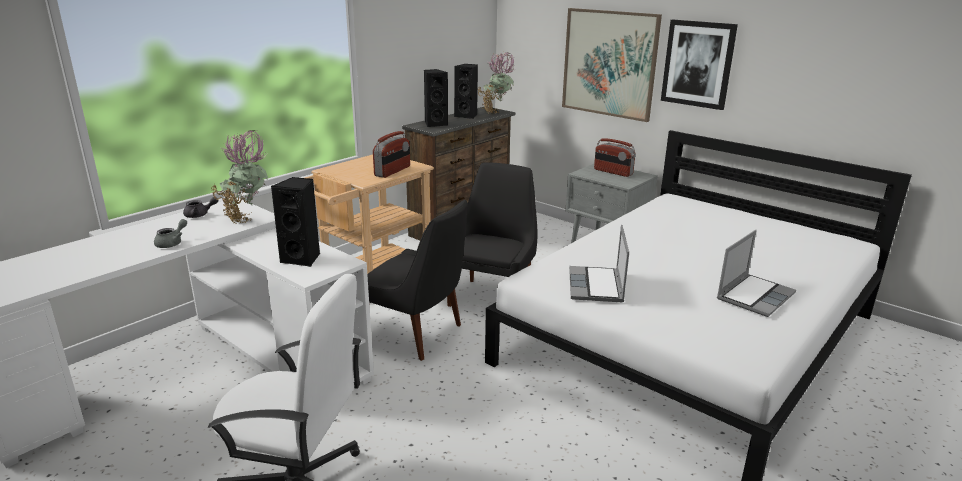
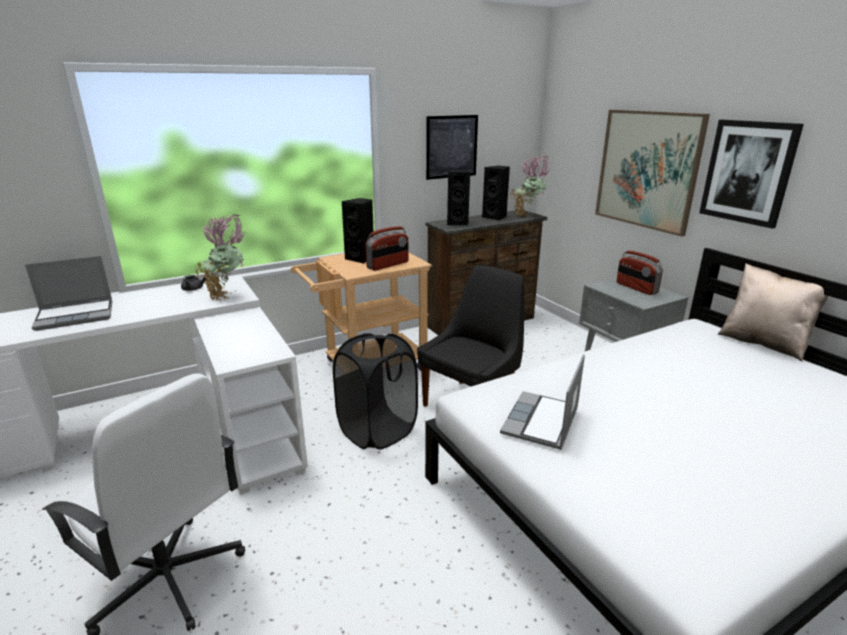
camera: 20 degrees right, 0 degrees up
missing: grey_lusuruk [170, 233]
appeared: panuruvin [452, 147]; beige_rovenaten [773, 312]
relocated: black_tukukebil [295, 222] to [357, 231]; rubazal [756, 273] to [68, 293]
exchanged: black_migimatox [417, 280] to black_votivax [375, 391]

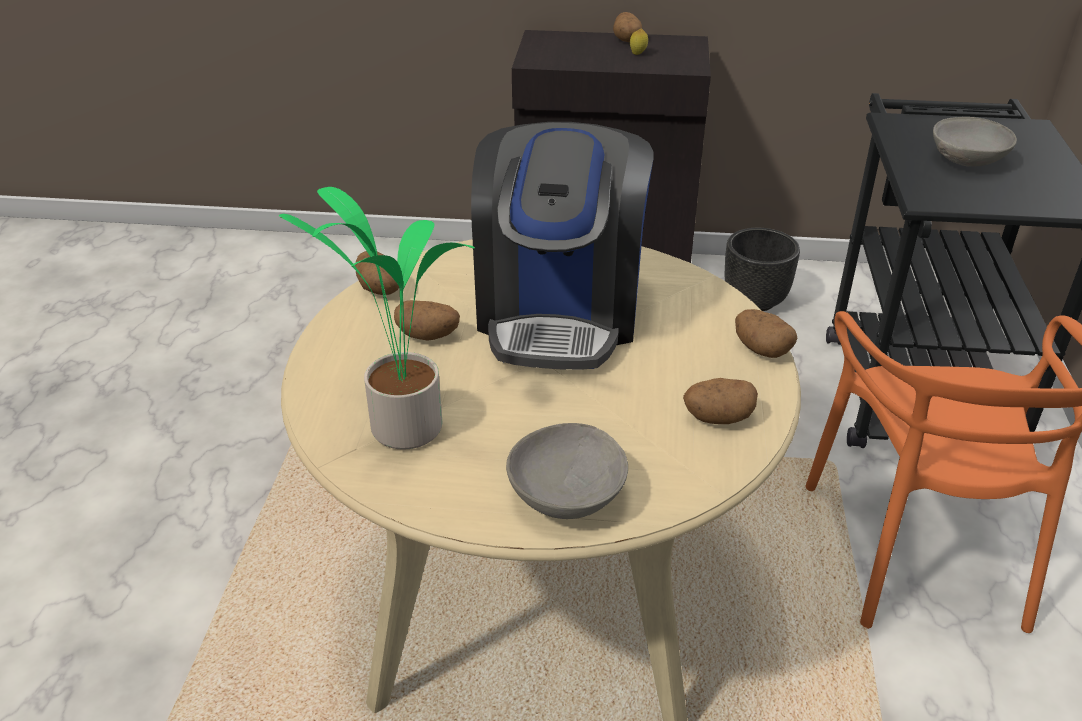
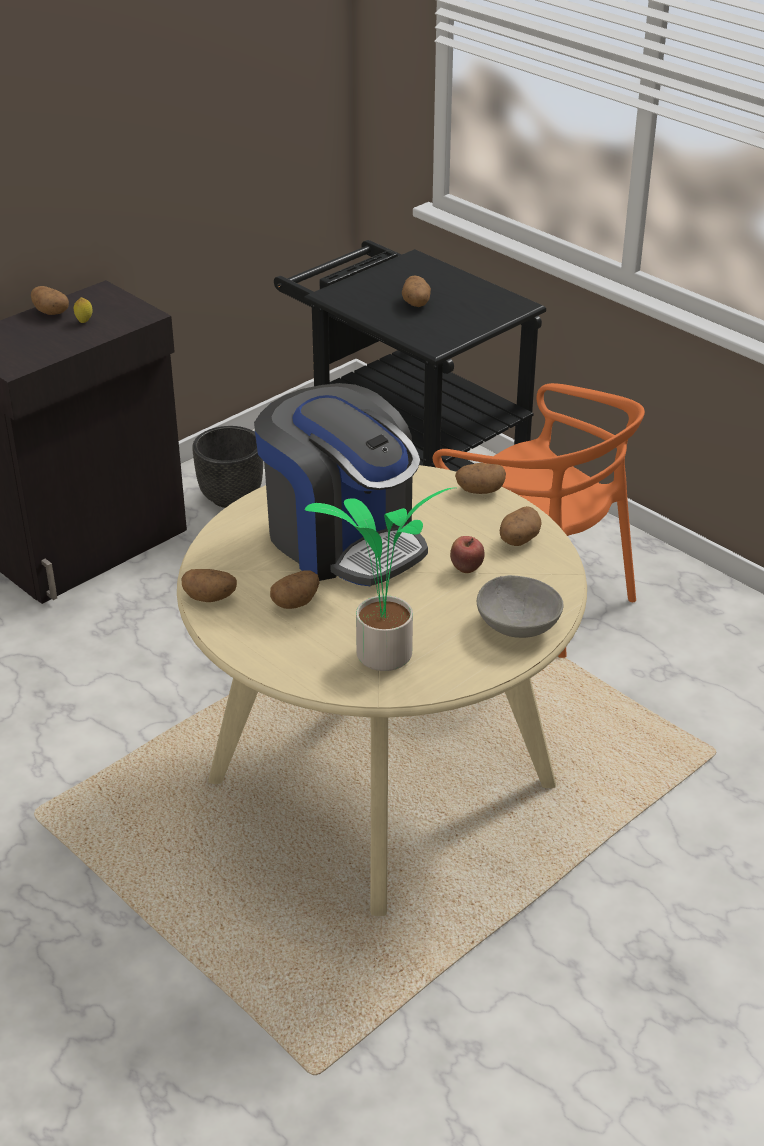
camera: 50 degrees left, 0 degrees up
appeared: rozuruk [467, 554]
exchanged: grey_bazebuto [975, 142] to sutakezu [416, 291]

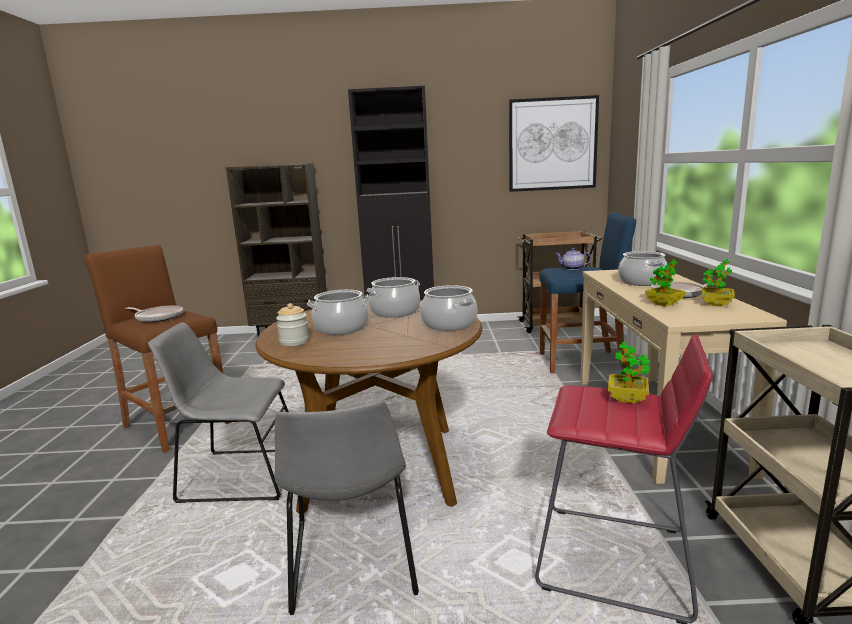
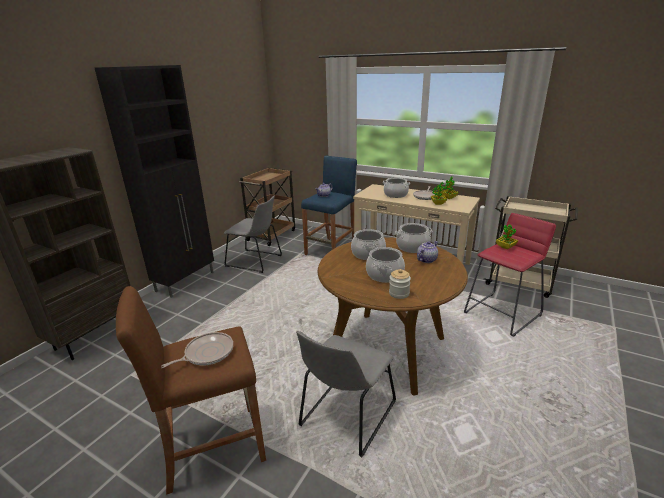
camera: 60 degrees left, 10 degrees up
missing: panuruvin [554, 143]
appeared: lusuruk [427, 252]
relocated: grey_migimatox [346, 508] to [253, 234]

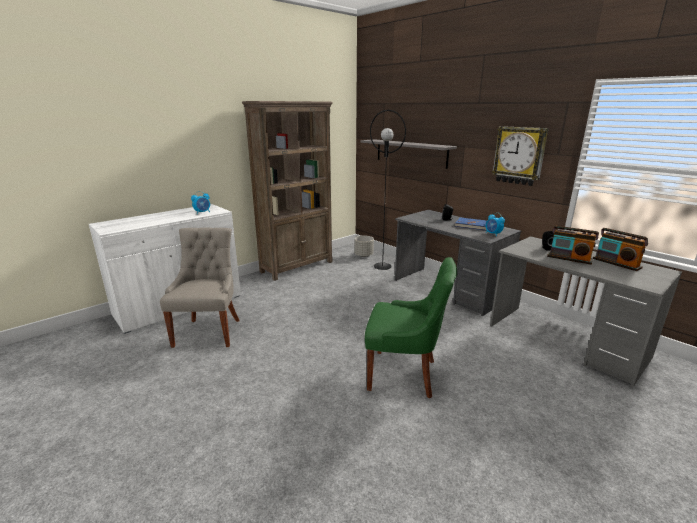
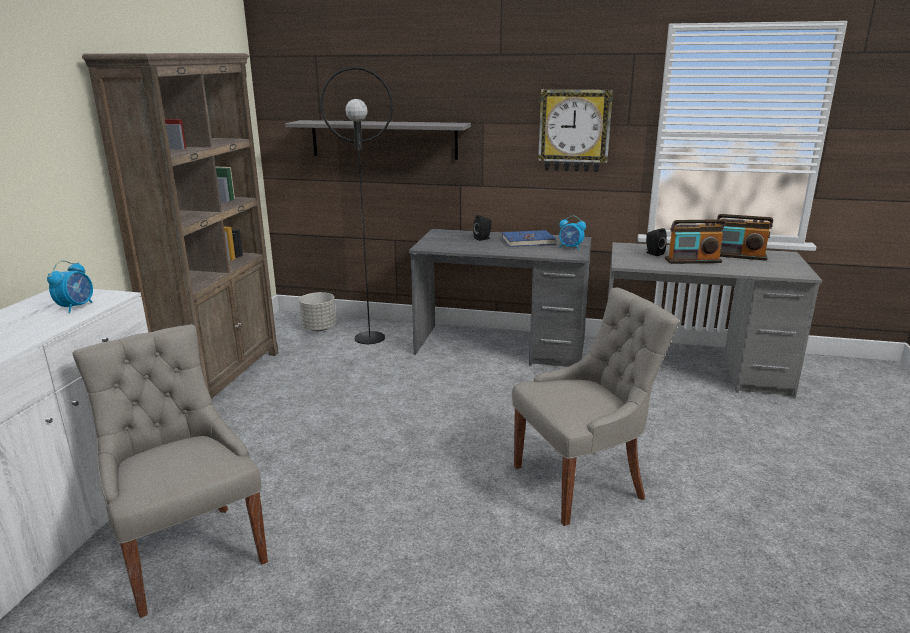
camera: 35 degrees left, 0 degrees up
colour: green_migimatox [411, 327] to grey_migimatox [595, 406]

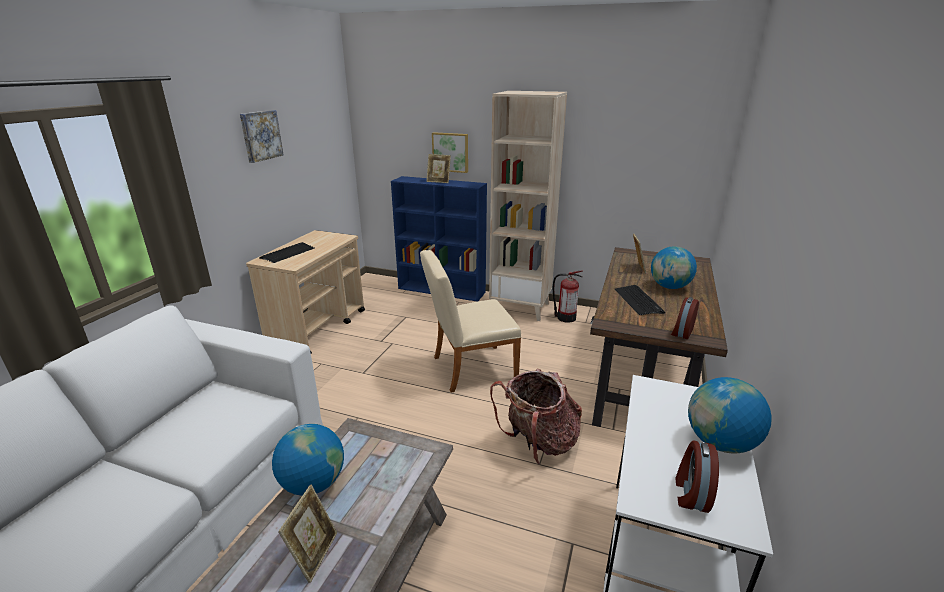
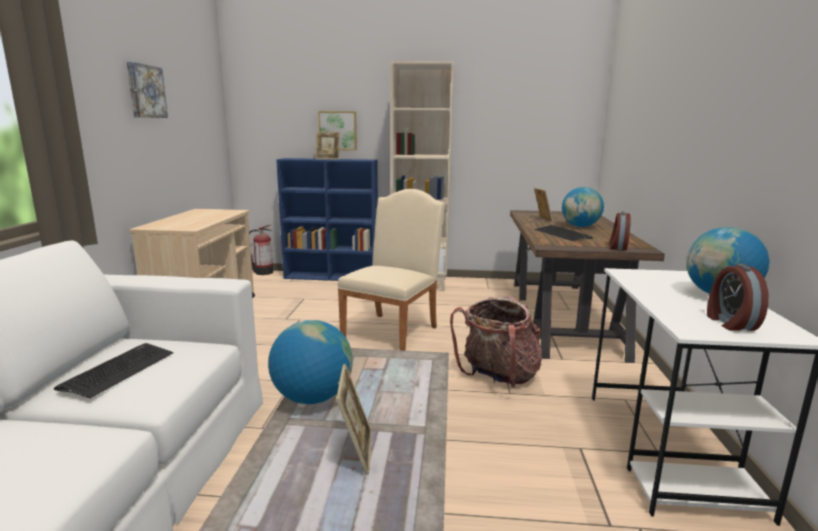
camera: 15 degrees left, 10 degrees down
relocated: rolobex [287, 252] to [113, 370]; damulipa [568, 296] to [261, 250]
spun: beige_migimatox [470, 321] = [391, 270] 150 degrees clockwise

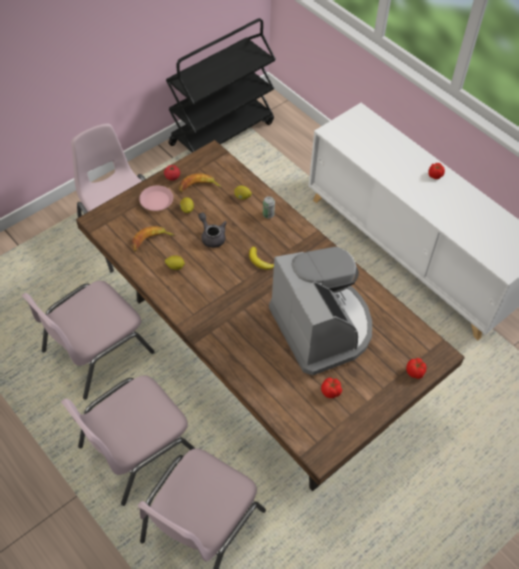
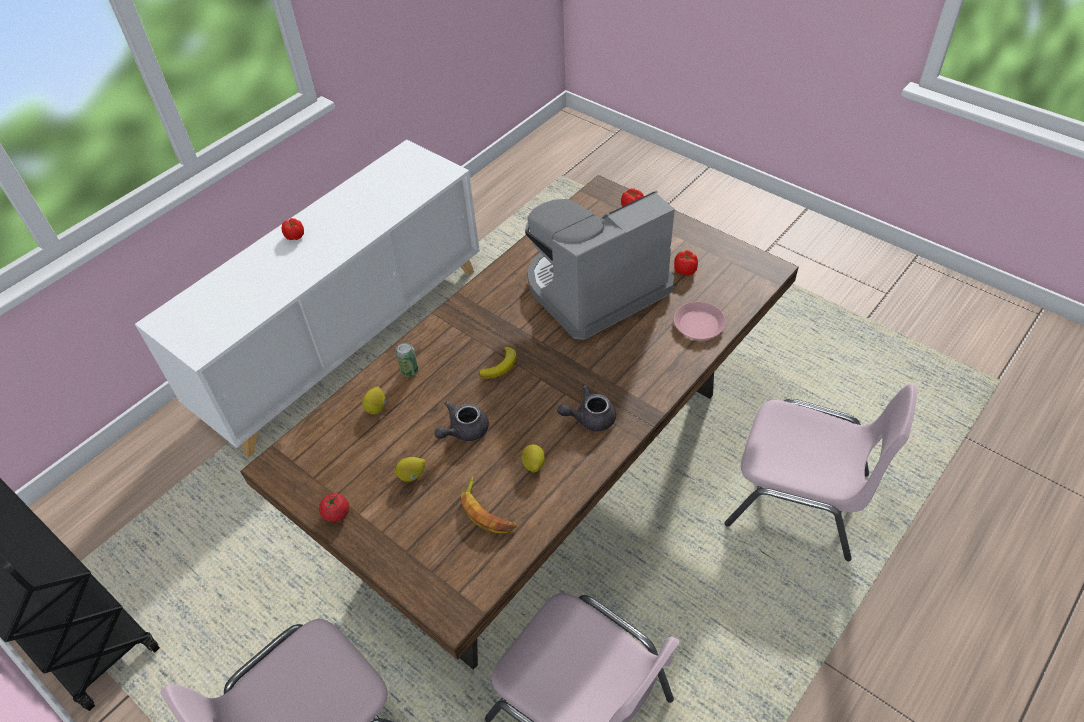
camera: 95 degrees left, 5 degrees down
missing: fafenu [200, 182]; pink_migimatox [128, 440]
appeared: grey_lusuruk [586, 408]
relocated: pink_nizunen [156, 198] to [700, 320]

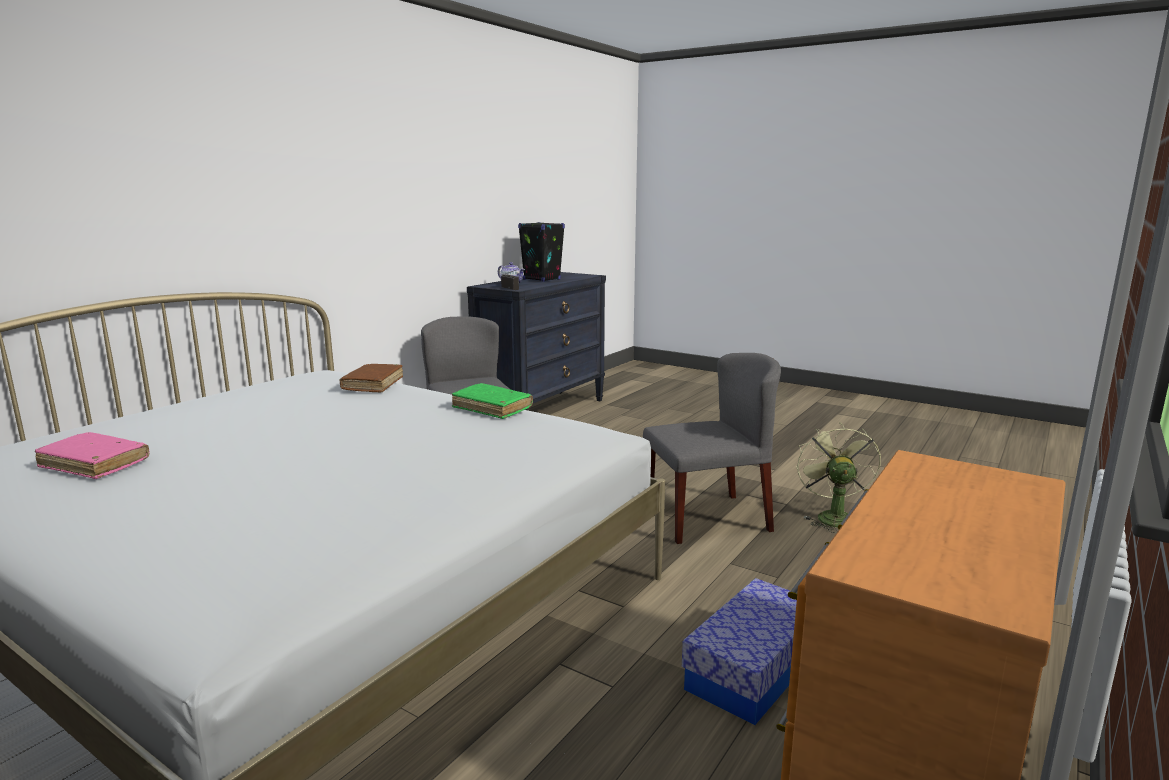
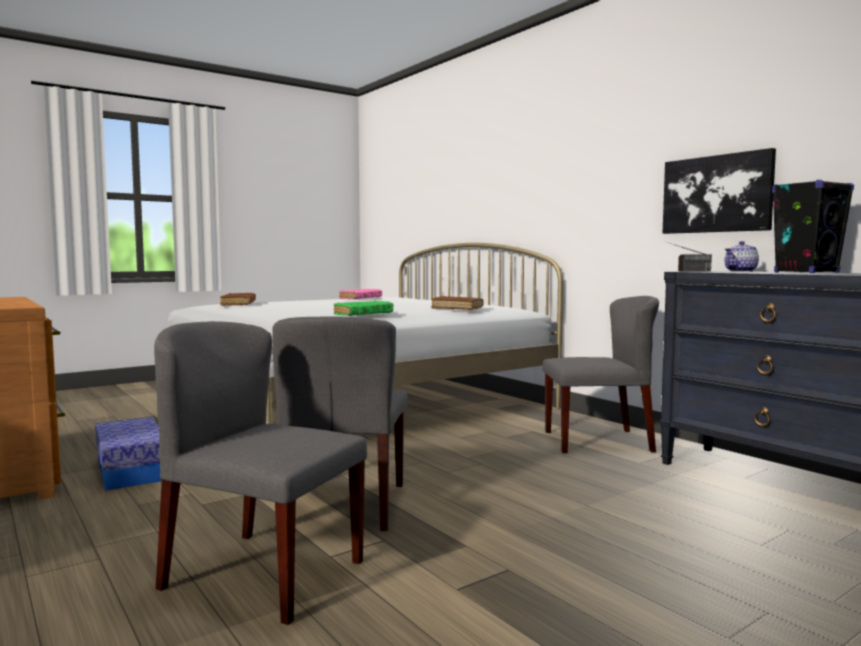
camera: 110 degrees right, 10 degrees down
appeared: panuruvin [719, 191]; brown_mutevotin [238, 299]
exchanged: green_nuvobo [838, 477] to grey_migimatox [260, 473]

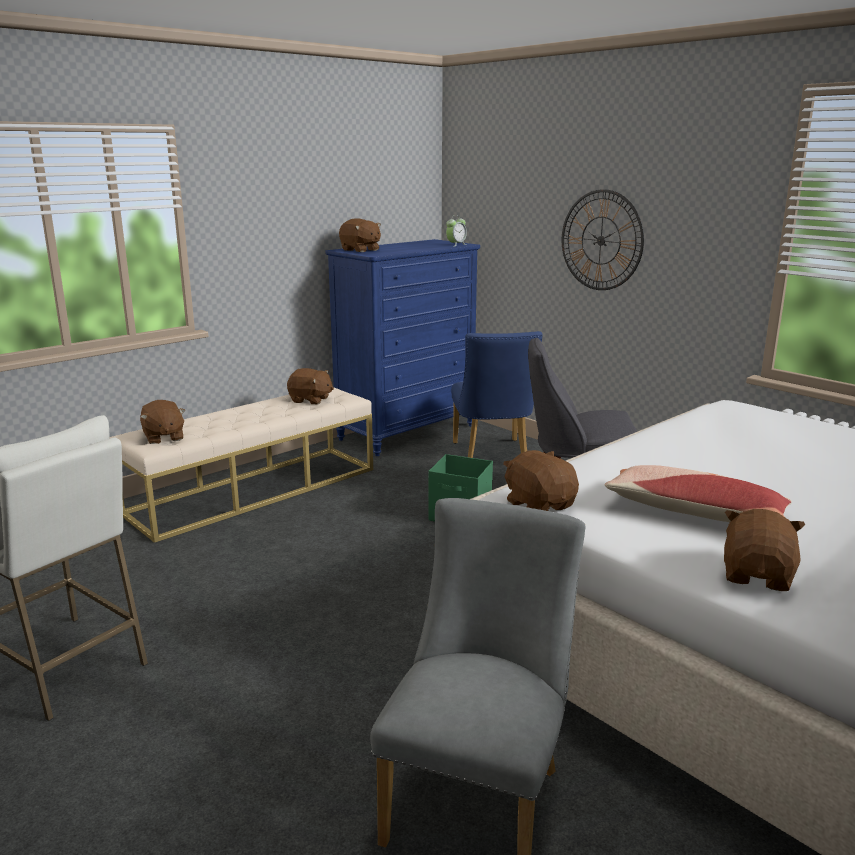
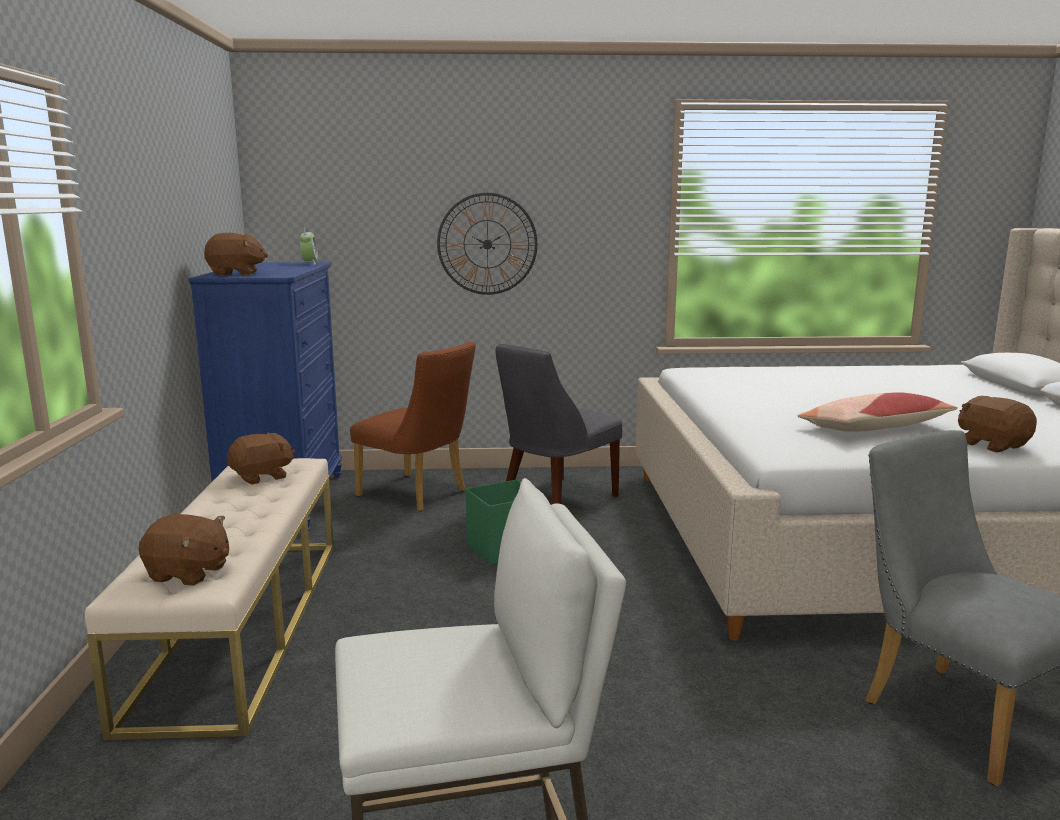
camera: 50 degrees left, 5 degrees down
missing: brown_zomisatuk [541, 480]
colour: blue_migimatox [497, 394] to brown_migimatox [413, 426]

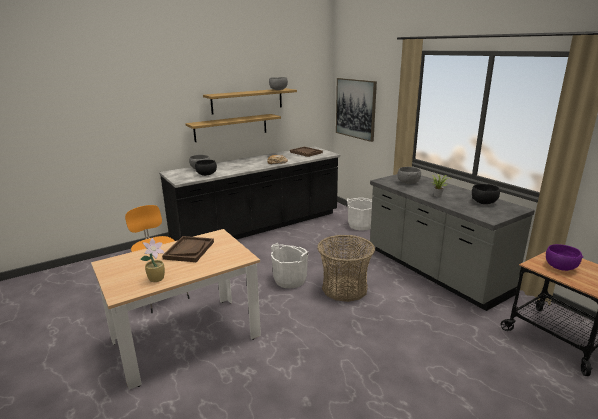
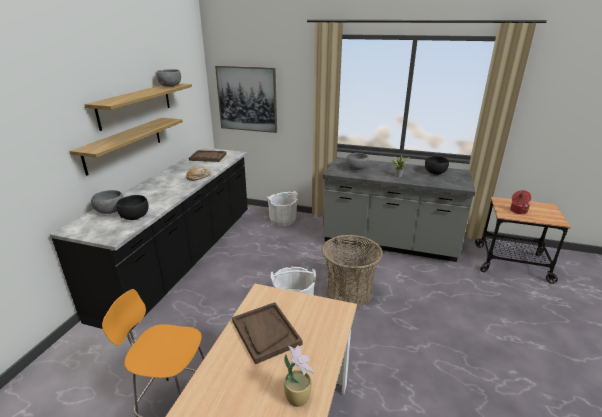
camera: 40 degrees left, 5 degrees up
exchanged: purple_bazebuto [564, 257] to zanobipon [520, 202]

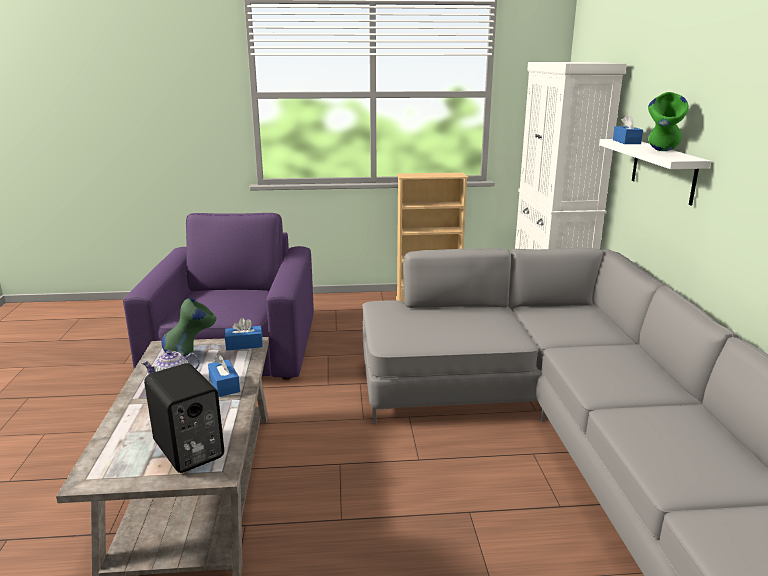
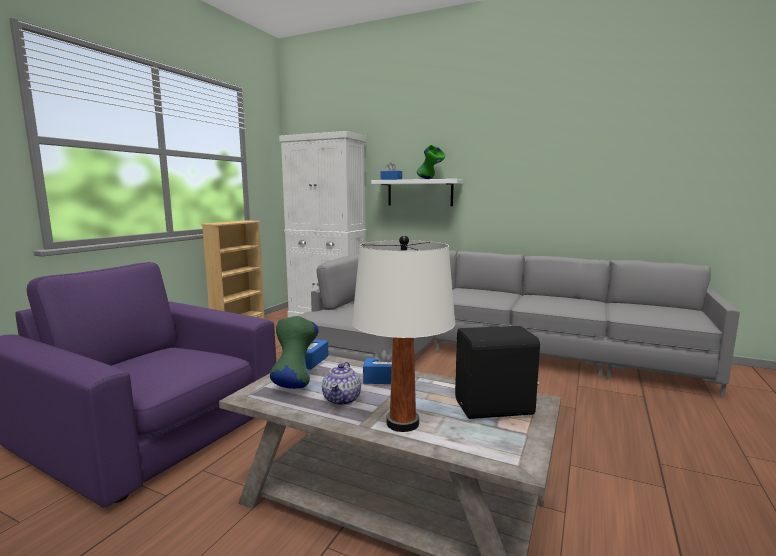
camera: 60 degrees left, 10 degrees down
appeared: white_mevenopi [403, 333]

